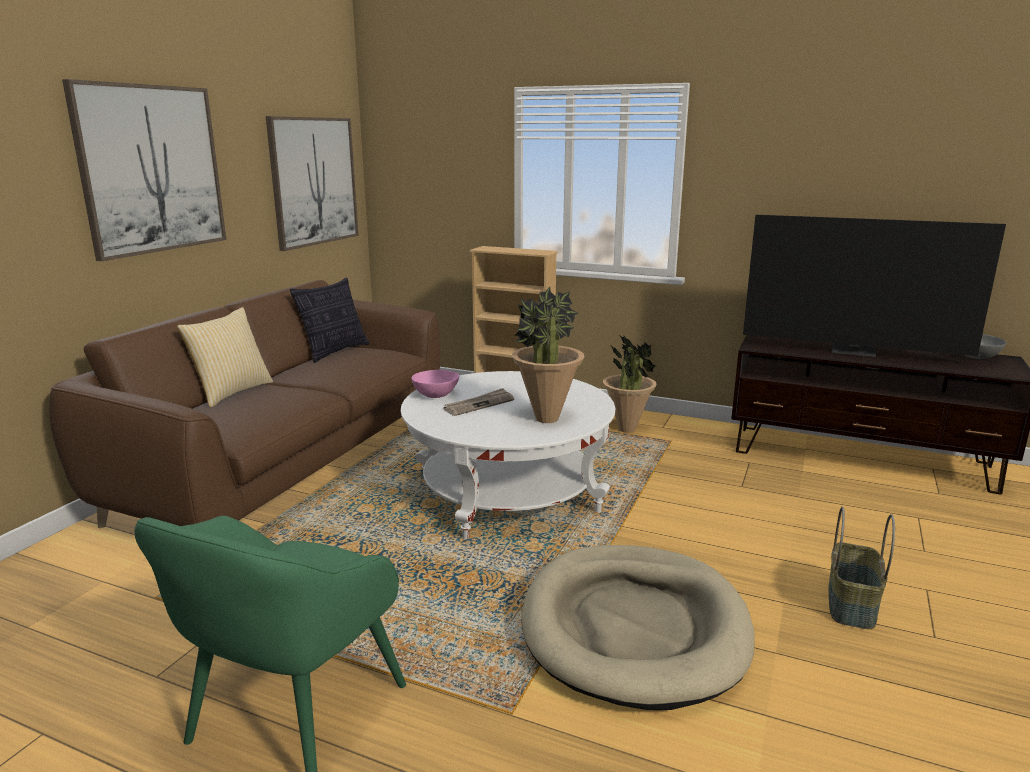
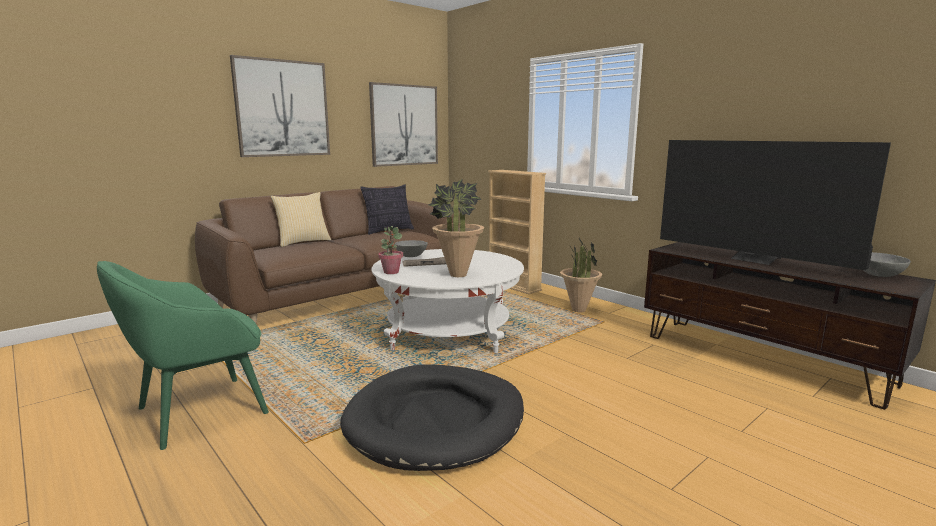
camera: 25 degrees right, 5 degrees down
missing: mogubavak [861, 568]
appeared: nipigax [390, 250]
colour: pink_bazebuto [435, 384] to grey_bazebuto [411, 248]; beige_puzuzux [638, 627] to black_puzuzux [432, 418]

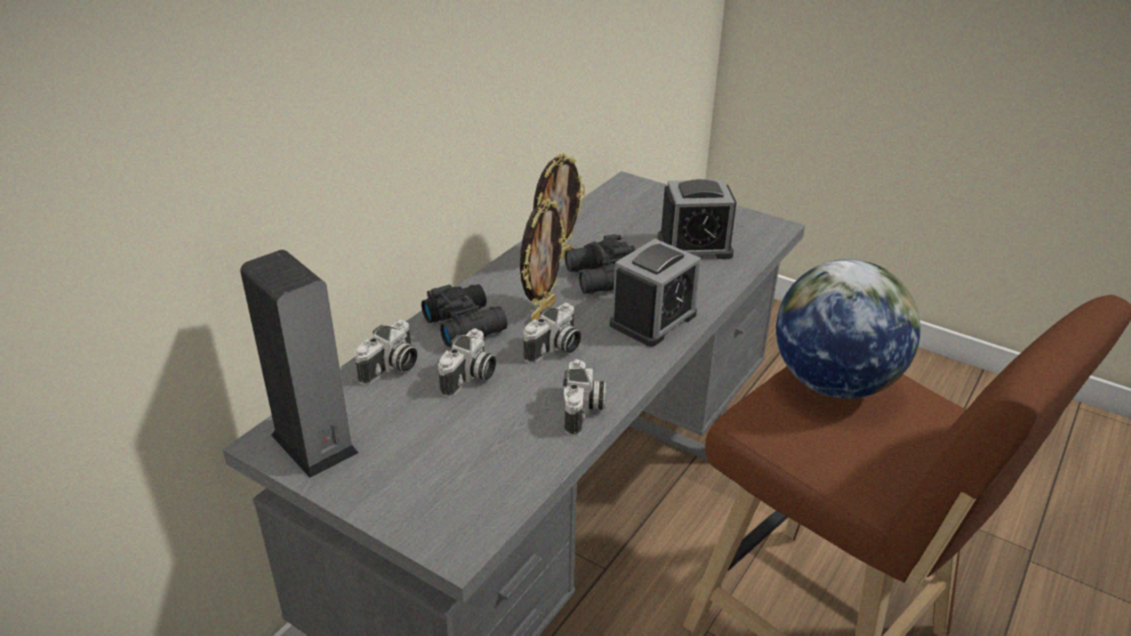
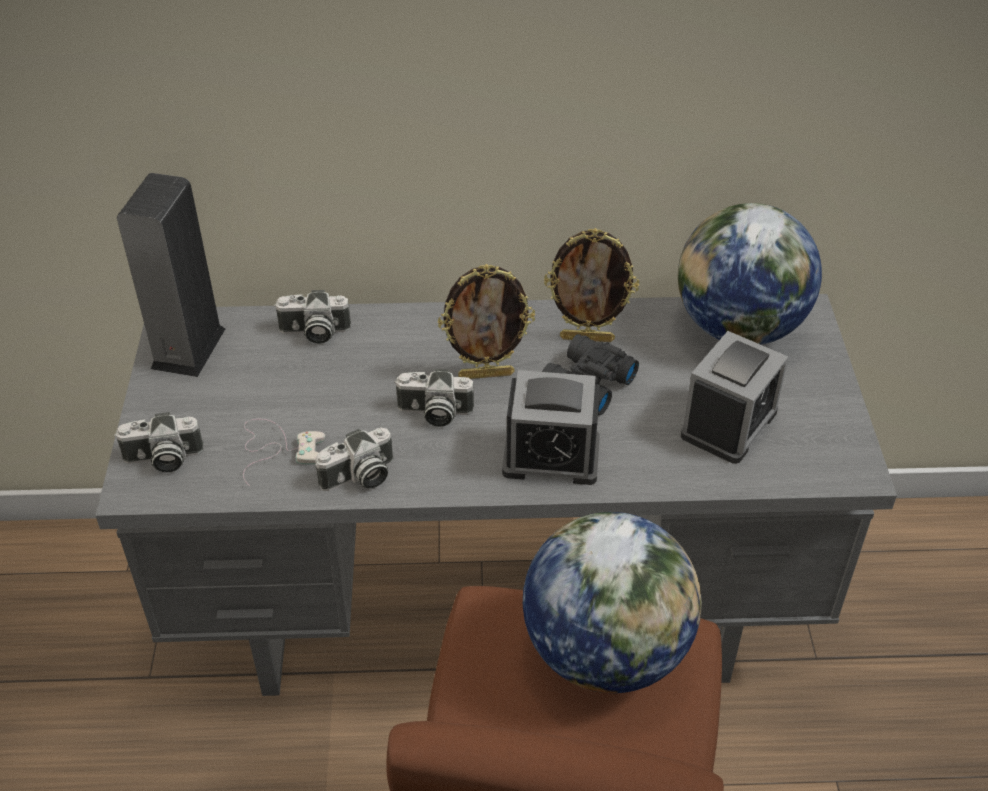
camera: 55 degrees right, 10 degrees up
missing: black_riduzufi [464, 315]
appeared: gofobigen [750, 274]; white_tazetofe [284, 452]
relocated: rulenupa [467, 363] to [158, 442]
spun: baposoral [697, 219] = [734, 397] 105 degrees counterclockwise

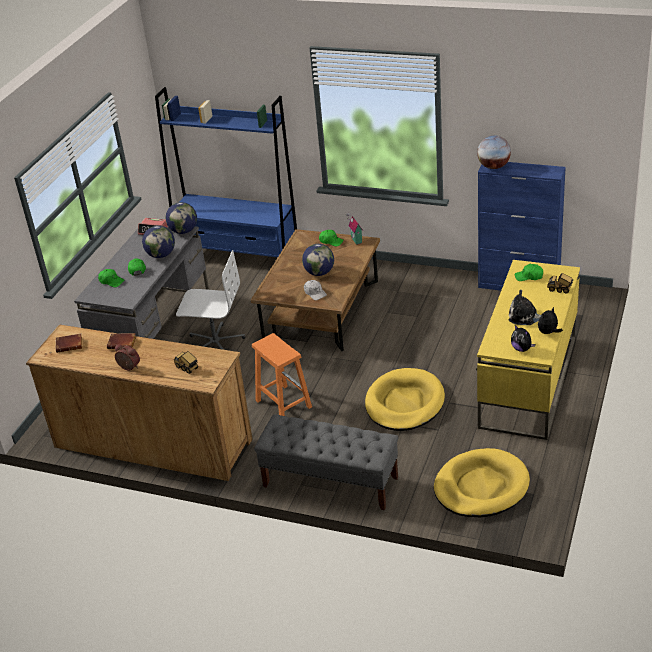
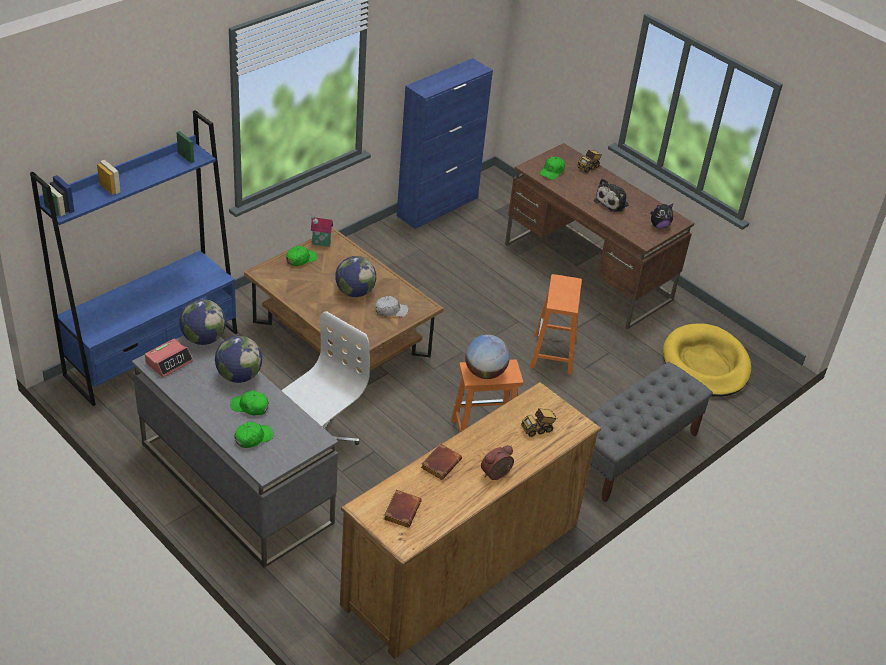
camera: 70 degrees left, 5 degrees up
missing: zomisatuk [550, 320]
relocated: gofobigen [494, 152] to [487, 357]
exchanged: yellow_puzuzux [405, 399] to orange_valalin [556, 324]
colour: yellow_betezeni [528, 350] to brown_betezeni [599, 236]

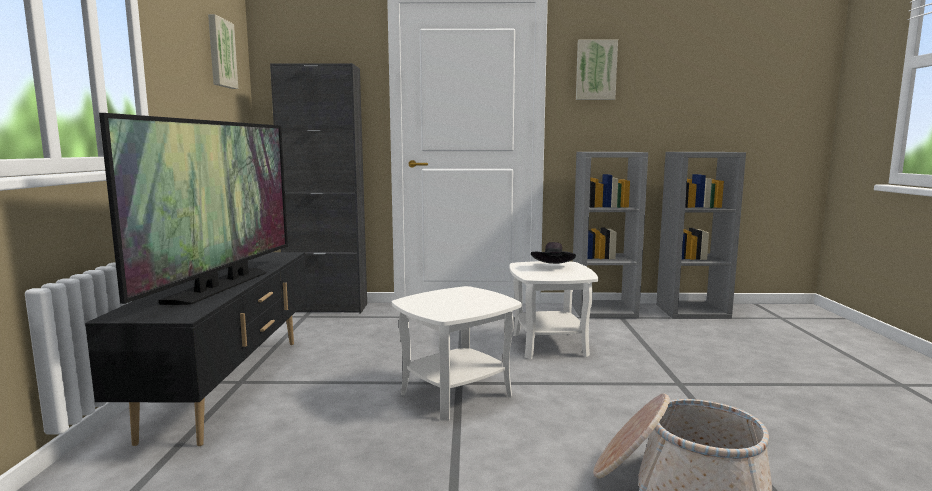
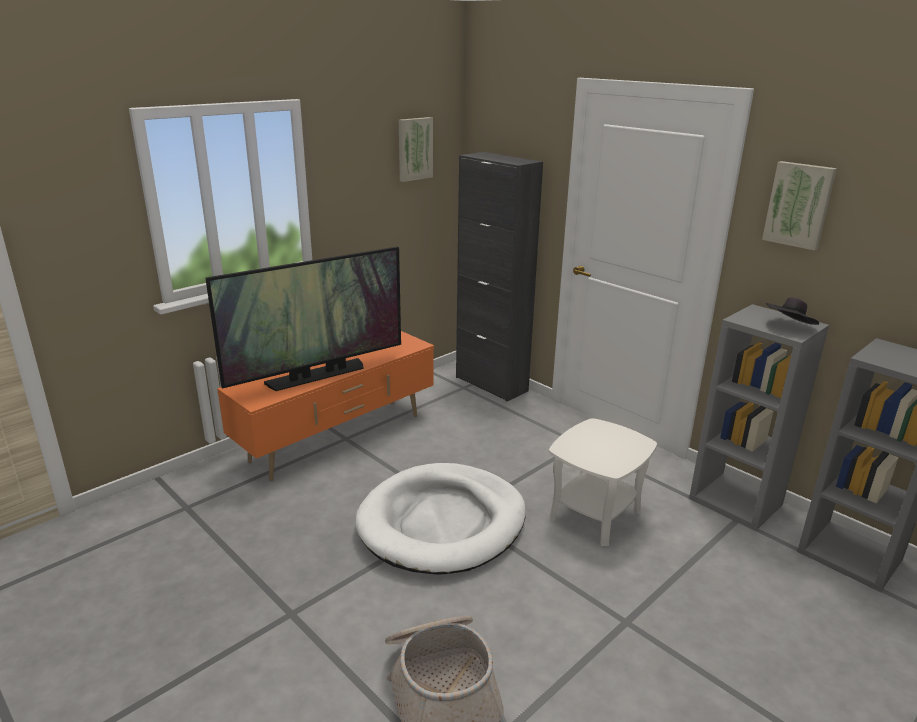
camera: 45 degrees right, 15 degrees up
relocated: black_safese [553, 253] to [792, 311]
exchanged: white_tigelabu [456, 353] to white_puzuzux [440, 519]
colour: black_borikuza [196, 349] to orange_borikuza [325, 406]

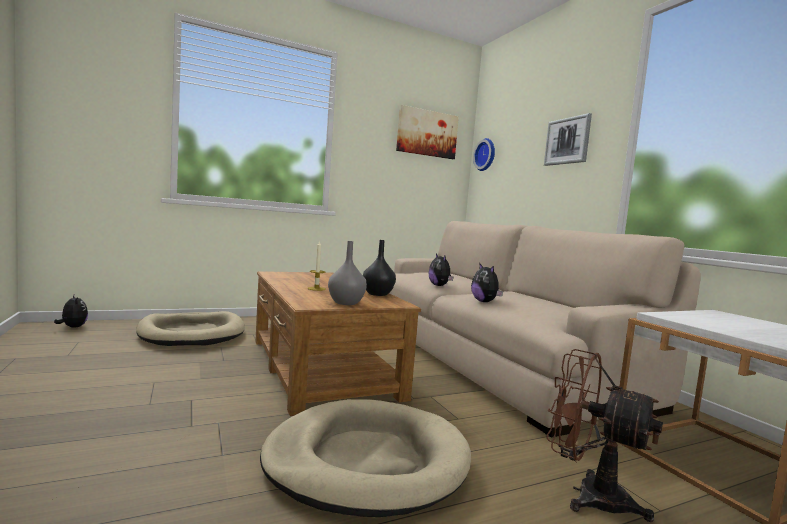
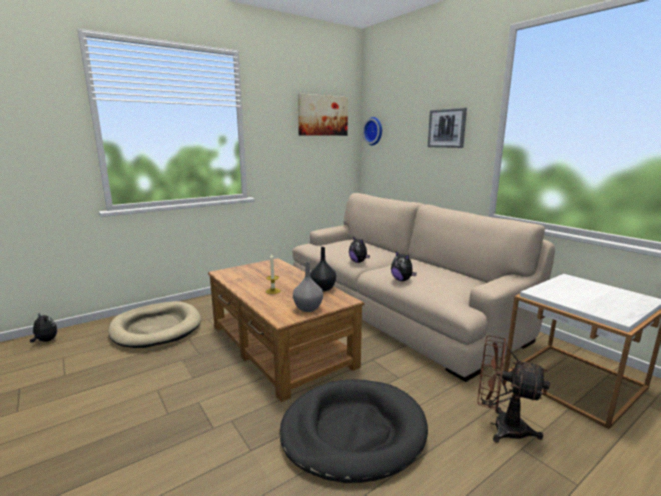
camera: 10 degrees left, 10 degrees up
colour: beige_puzuzux [365, 458] to black_puzuzux [354, 431]

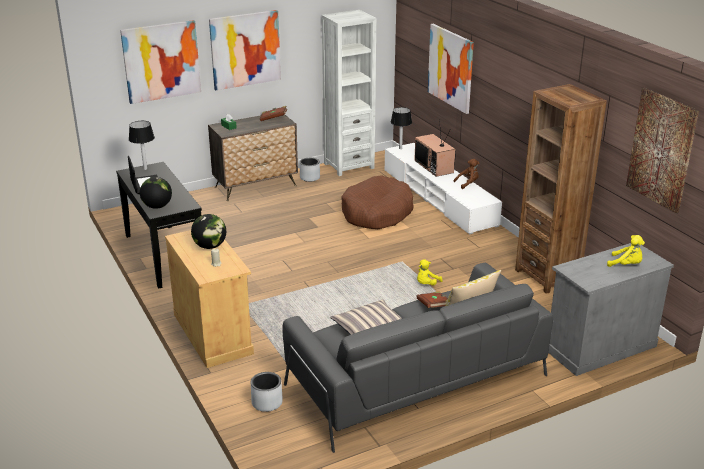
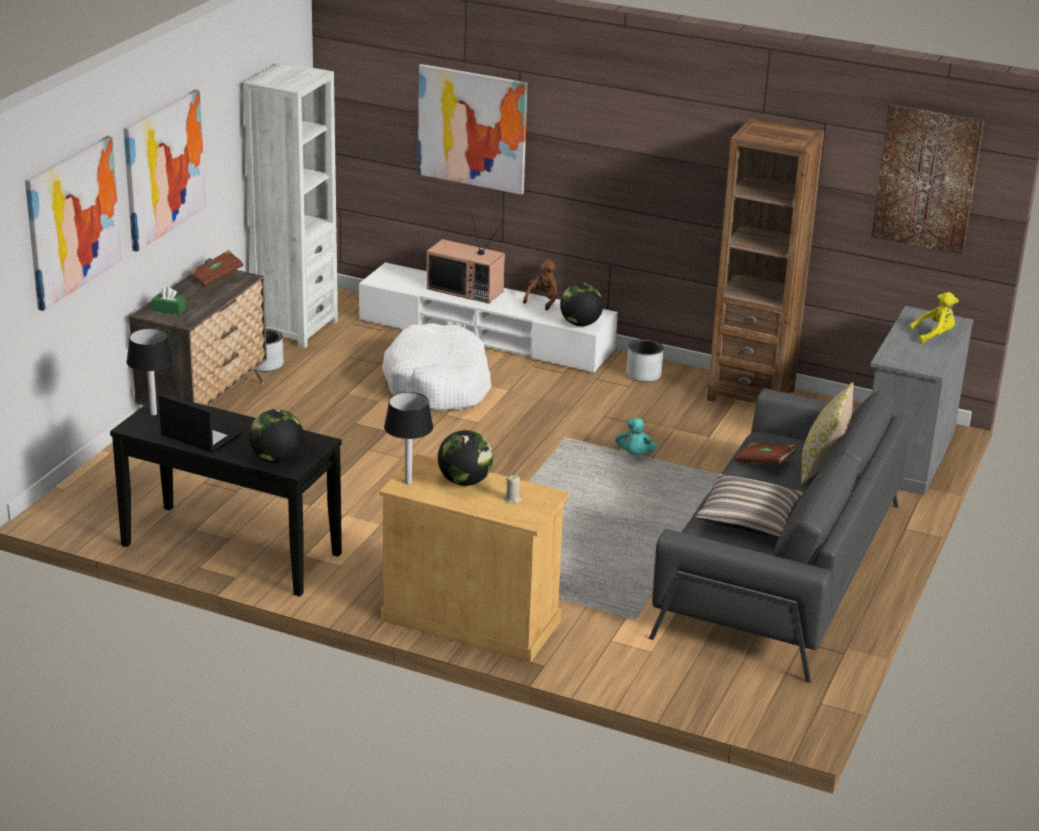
camera: 40 degrees left, 0 degrees up
appeared: gofobigen [581, 304]
relocated: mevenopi [401, 128] to [408, 438]; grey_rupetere [267, 392] to [644, 360]
colour: brown_puzuzux [377, 202] to white_puzuzux [437, 367]; yellow_zomisatuk [430, 272] to turquoise_zomisatuk [636, 436]

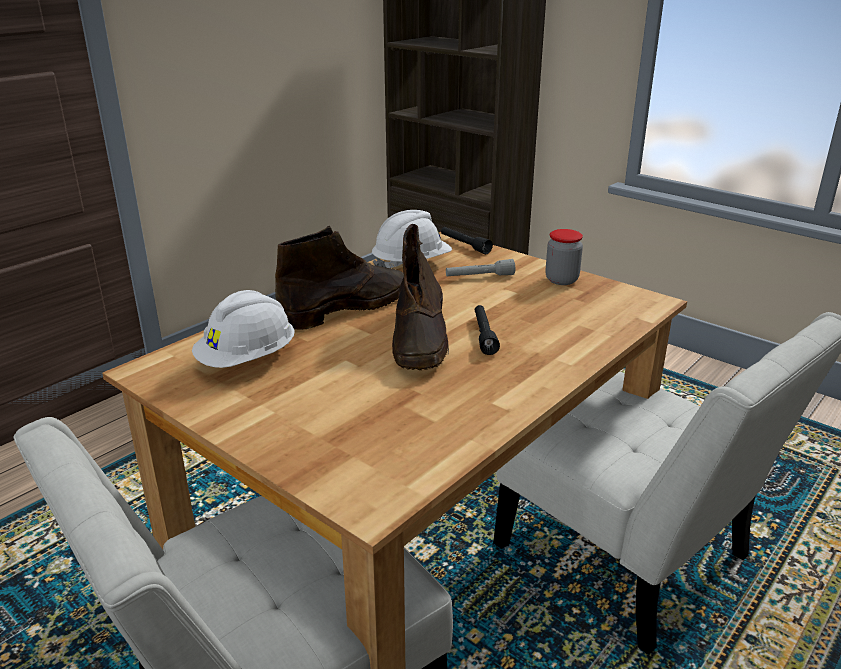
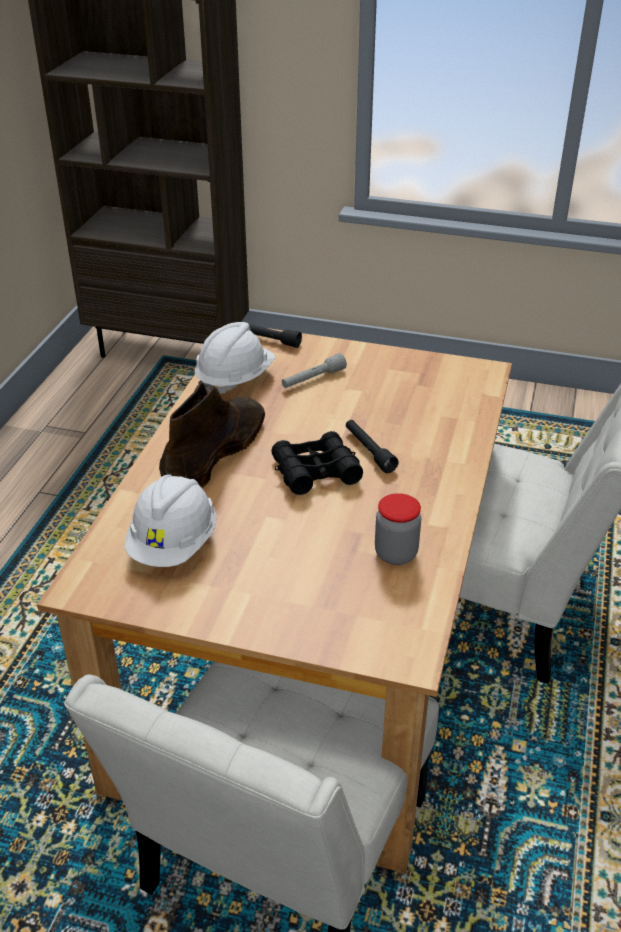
camera: 25 degrees left, 10 degrees up
relocated: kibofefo [564, 257] to [398, 529]
exchanged: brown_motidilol [420, 297] to black_riduzufi [317, 463]

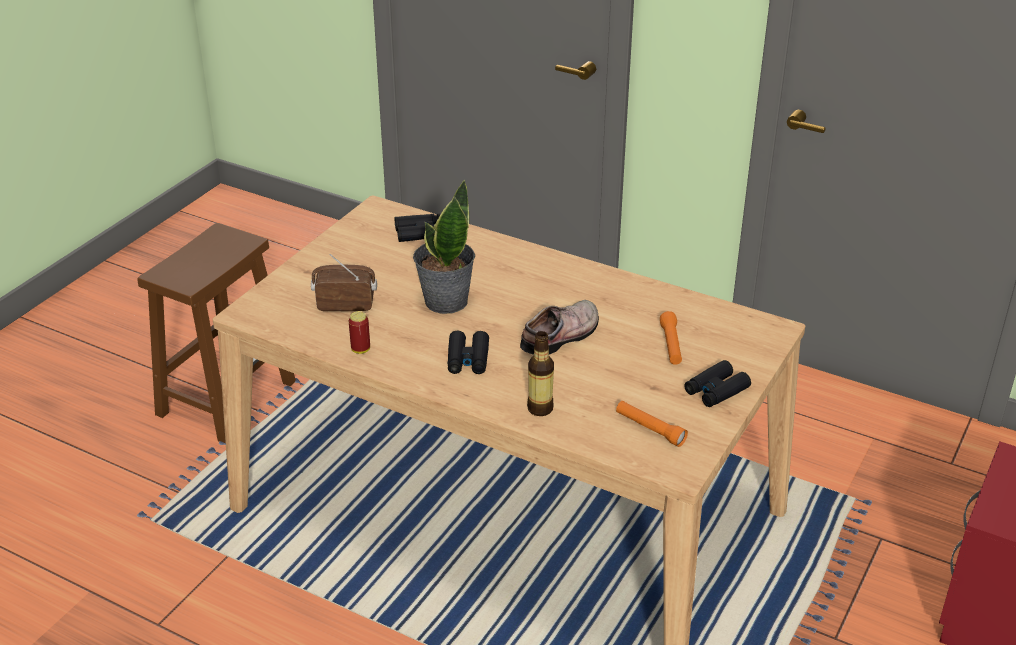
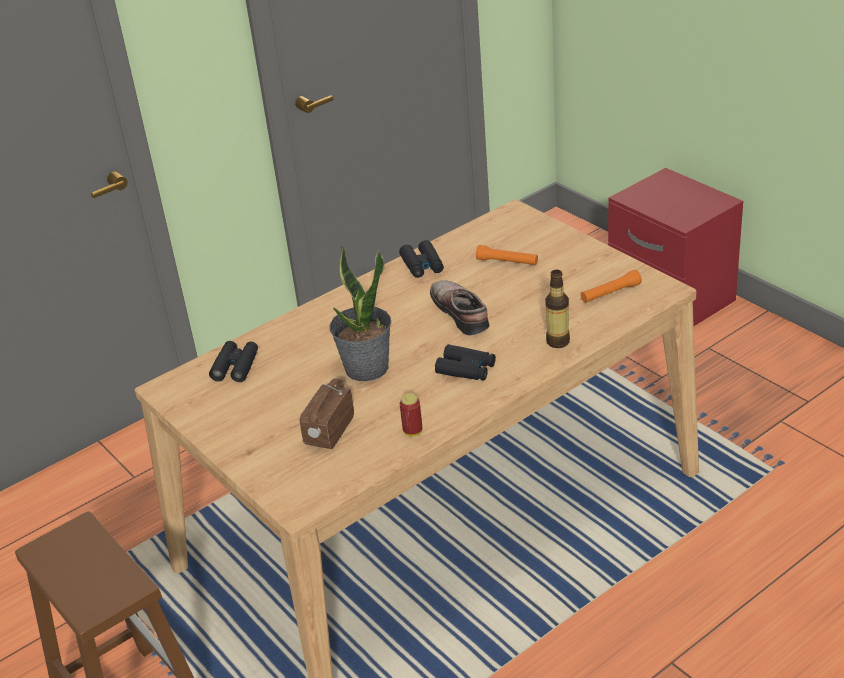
camera: 65 degrees left, 0 degrees up
relocated: black_riduzufi [717, 383] to [421, 259]

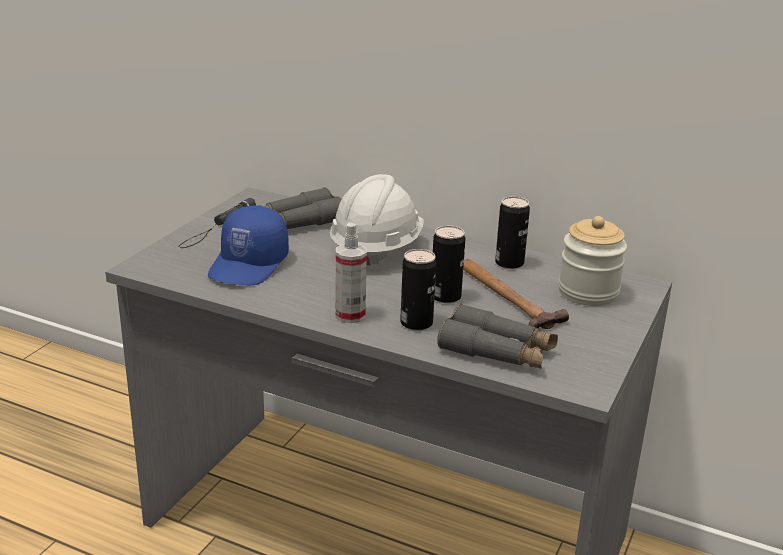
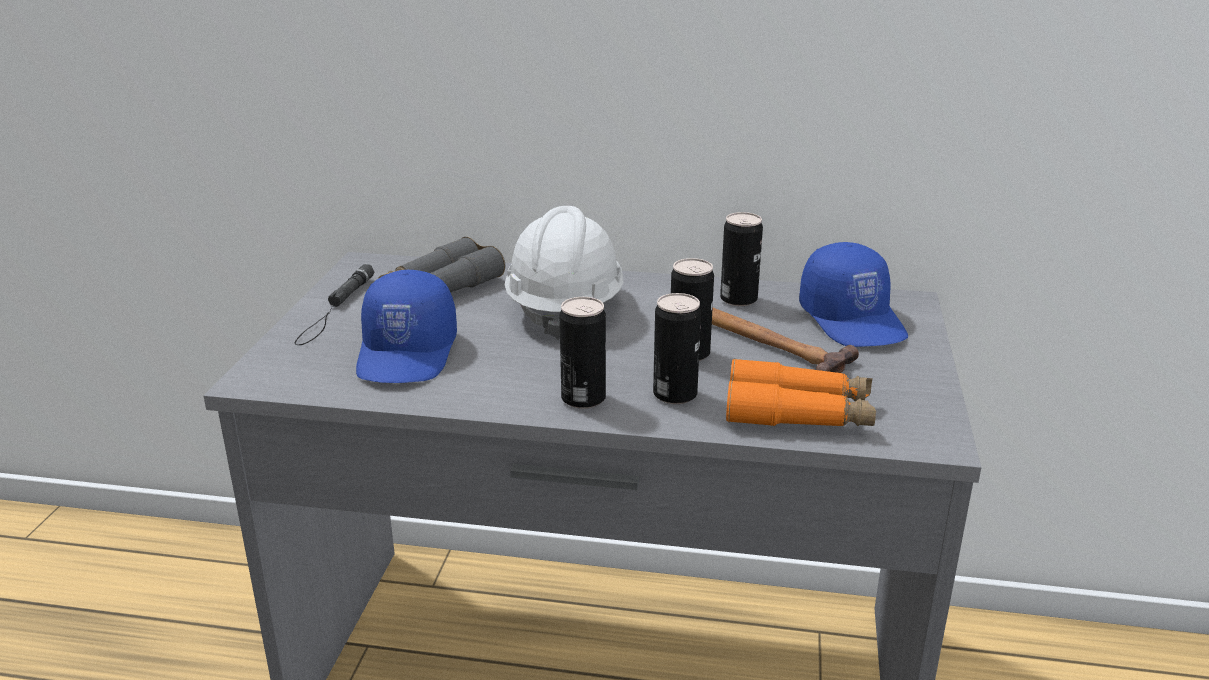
camera: 15 degrees left, 0 degrees up
exchanged: kibofefo [592, 261] to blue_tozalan [853, 294]; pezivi [351, 272] to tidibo [582, 353]
colour: grey_riduzufi [497, 336] to orange_riduzufi [801, 392]

